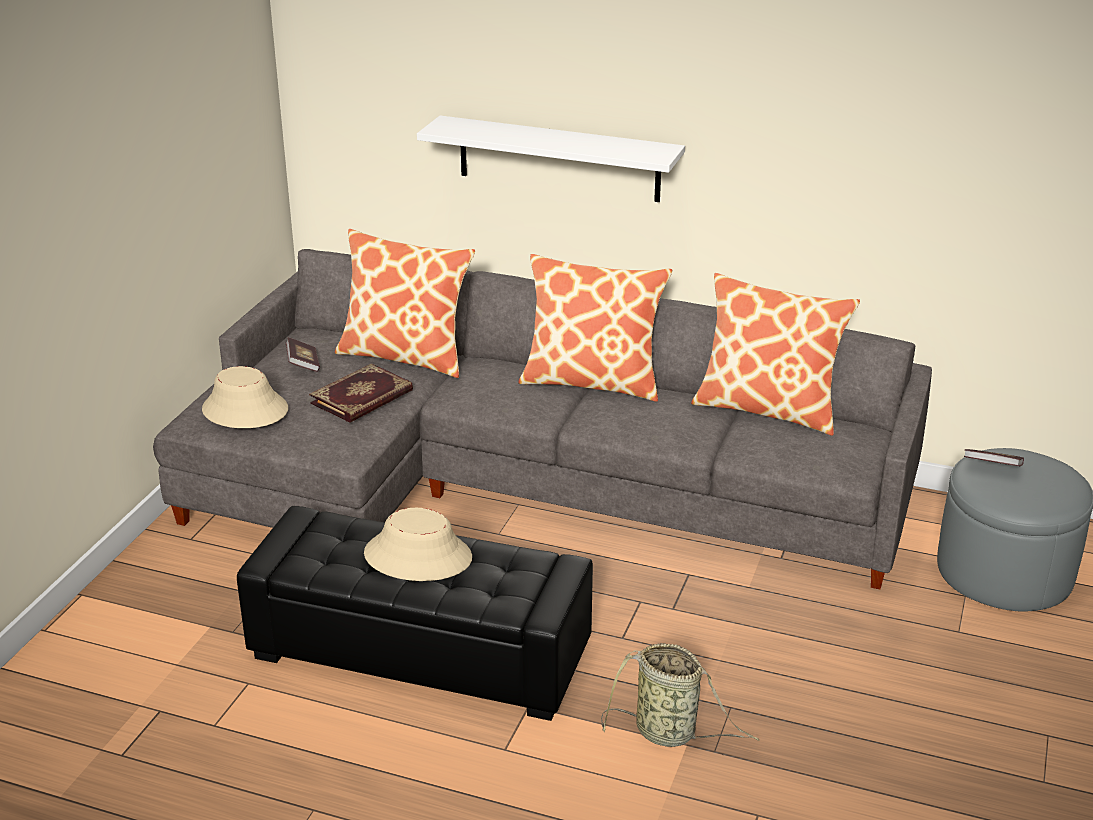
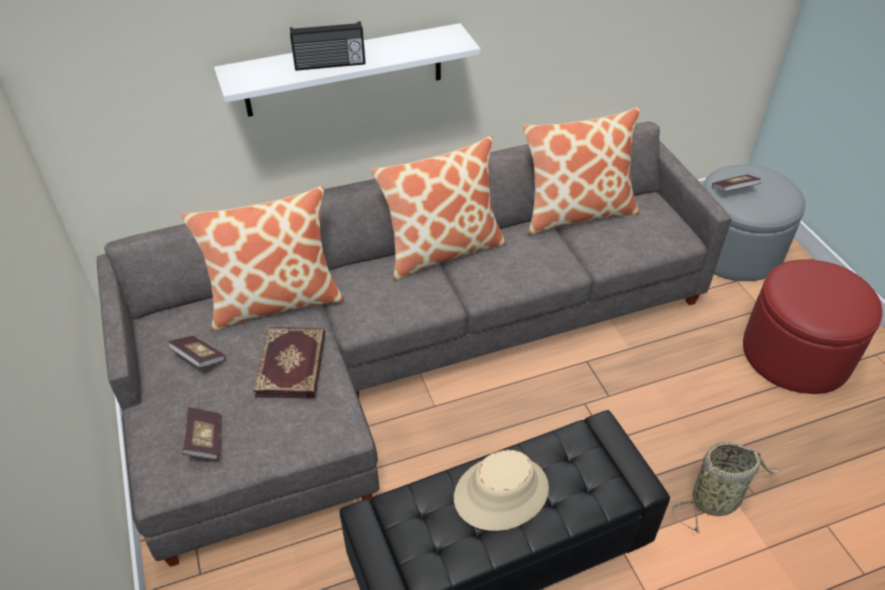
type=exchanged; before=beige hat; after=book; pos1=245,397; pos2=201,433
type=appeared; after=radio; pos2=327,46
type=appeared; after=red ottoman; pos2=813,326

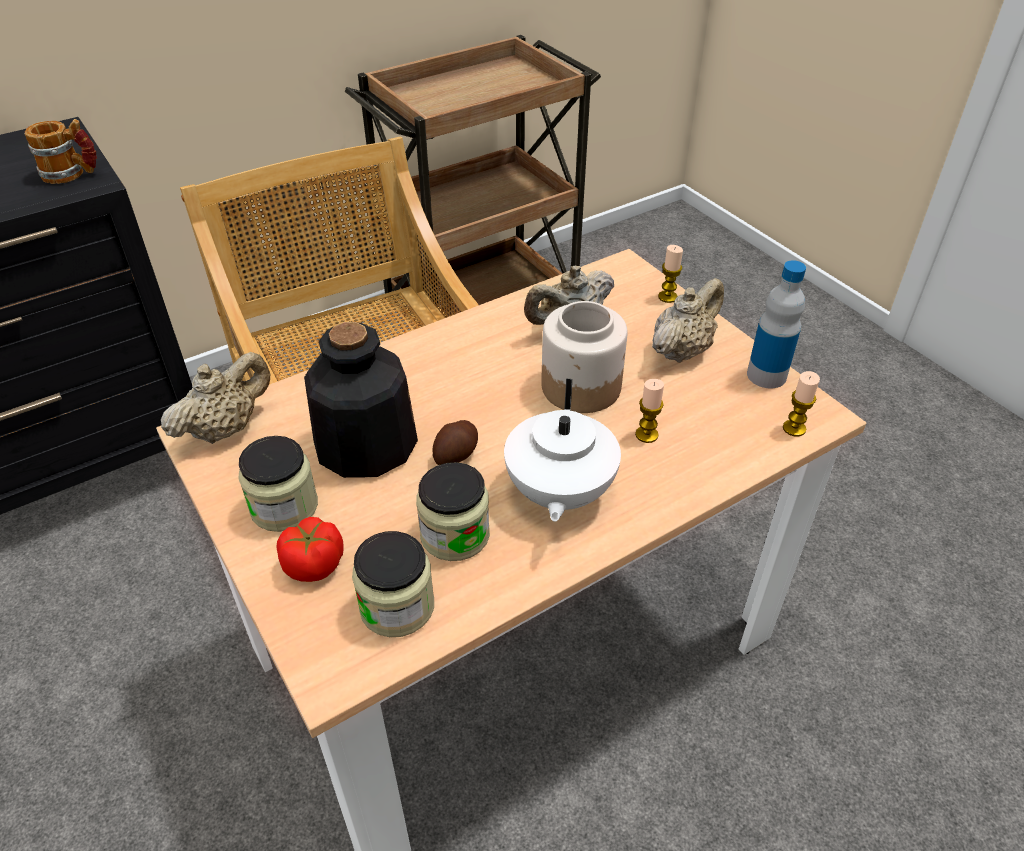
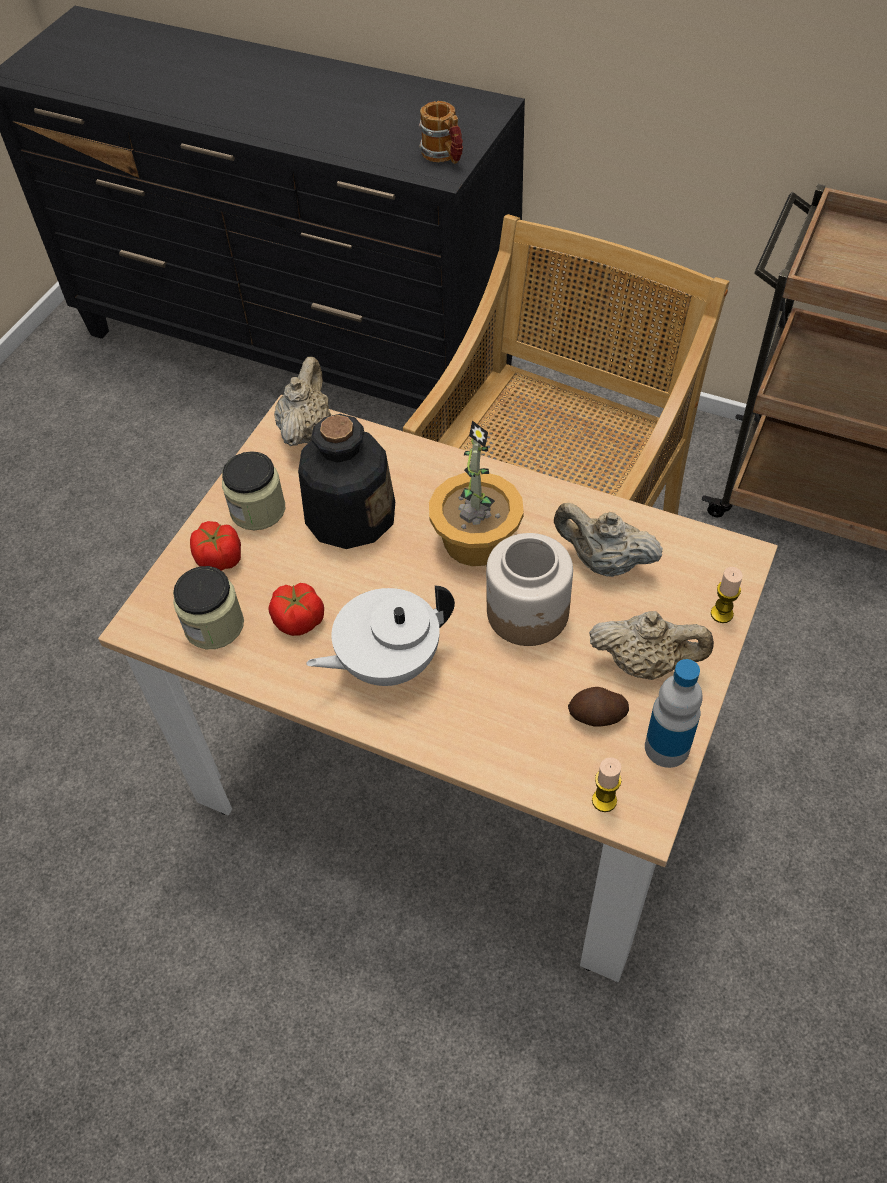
type=spun; before=beige teapot; pos1=215,398; pos2=302,401; turn=-90
type=missing; before=candle; pos1=649,411
type=relocated; before=potato; pos1=455,442; pos2=598,707
type=exchanged; before=jar; after=tomato; pos1=453,511; pos2=296,609
type=appeared; after=potted plant; pos2=476,493

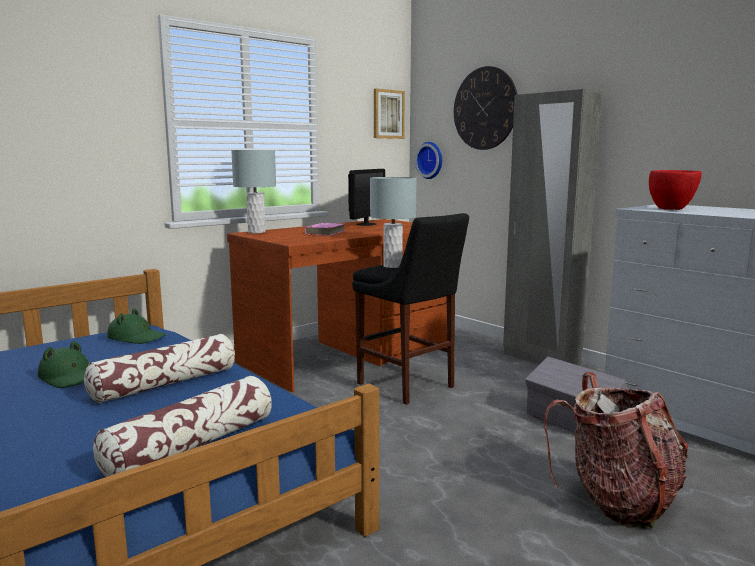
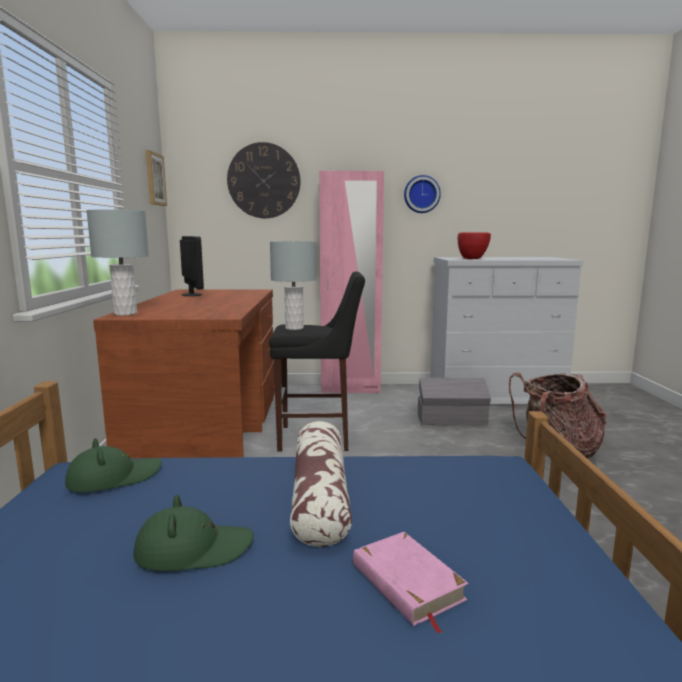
type=colour; before=grey wardrobe; after=pink wardrobe; pos1=552,227; pos2=351,282
type=relocated; before=wall clock; pos1=428,160; pos2=422,194
type=relocated; before=pink book; pos1=325,229; pos2=410,583
type=missing; before=pillow; pos1=182,426

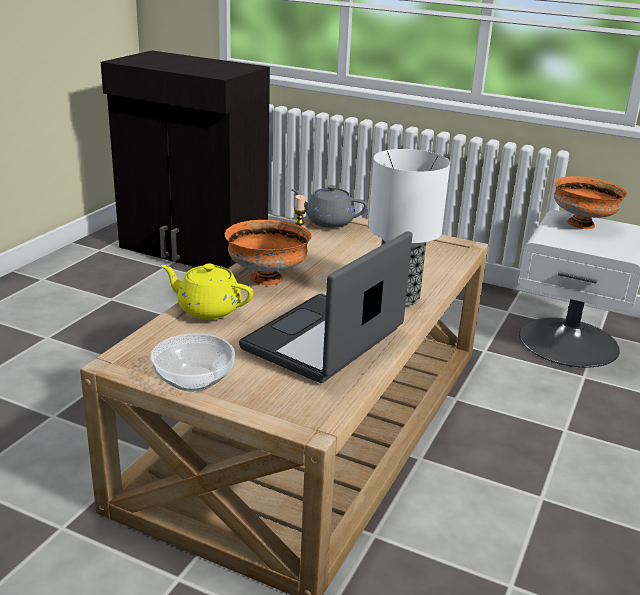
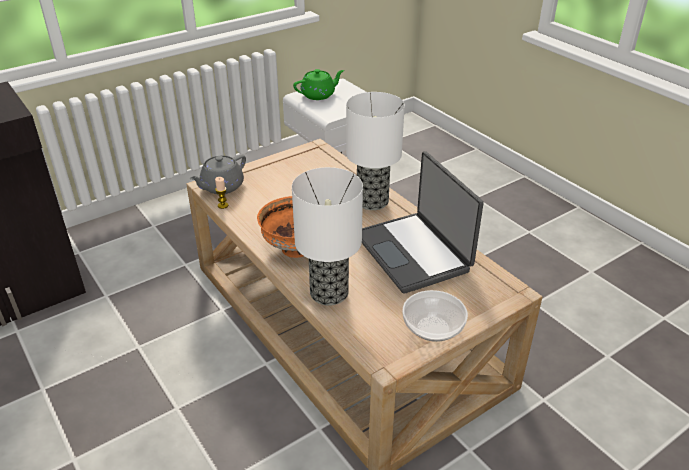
type=exchanged; before=orange bowl; after=green teapot; pos1=590,202; pos2=318,84
type=exchanged; before=yellow teapot; after=table lamp; pos1=207,292; pos2=327,236

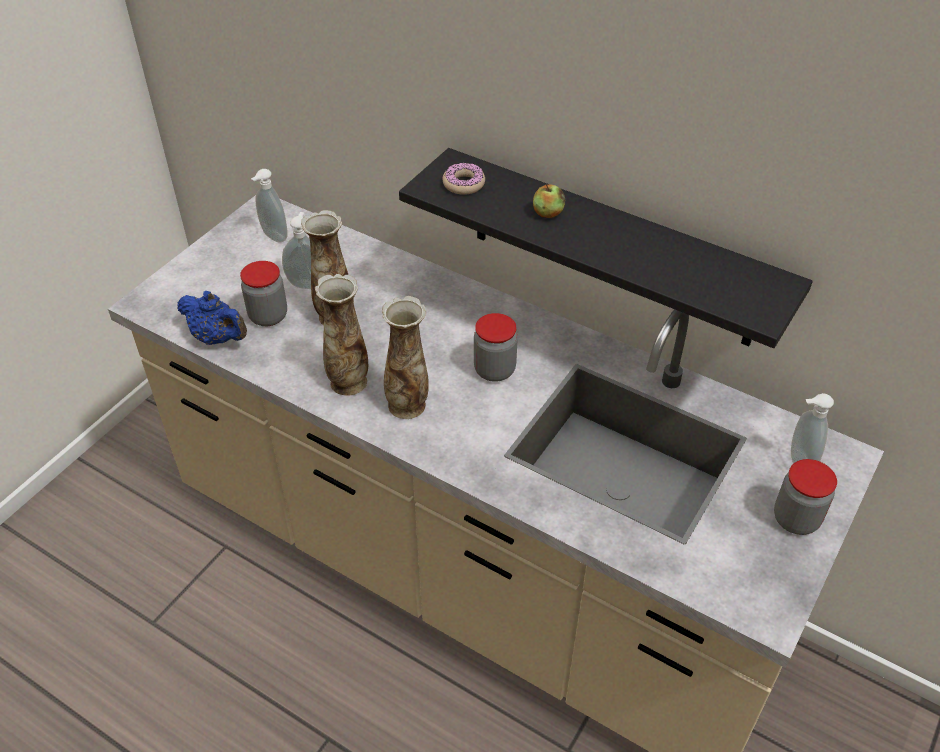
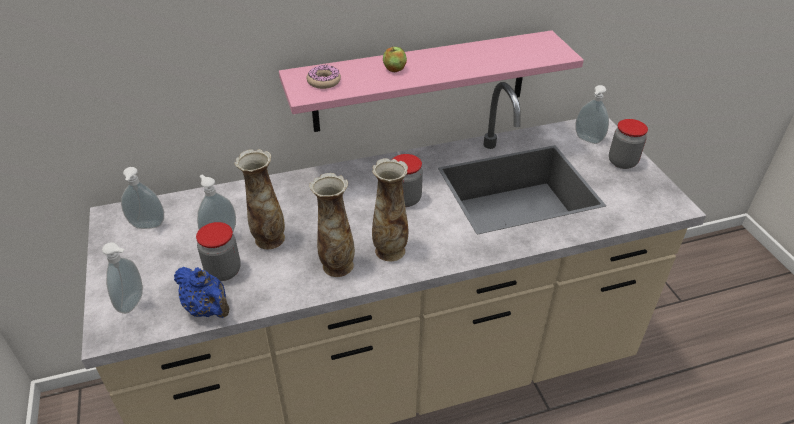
type=colour; before=black shelf; after=pink shelf; pos1=606,248; pos2=431,81
type=spun; before=blue teapot; pos1=212,318; pos2=202,292; turn=60
type=appeared; after=soap dispenser; pos2=122,278

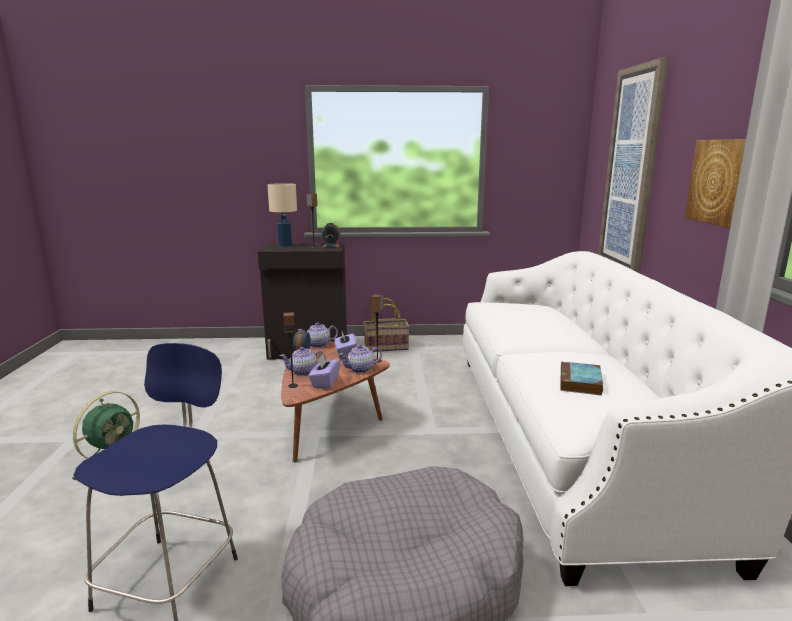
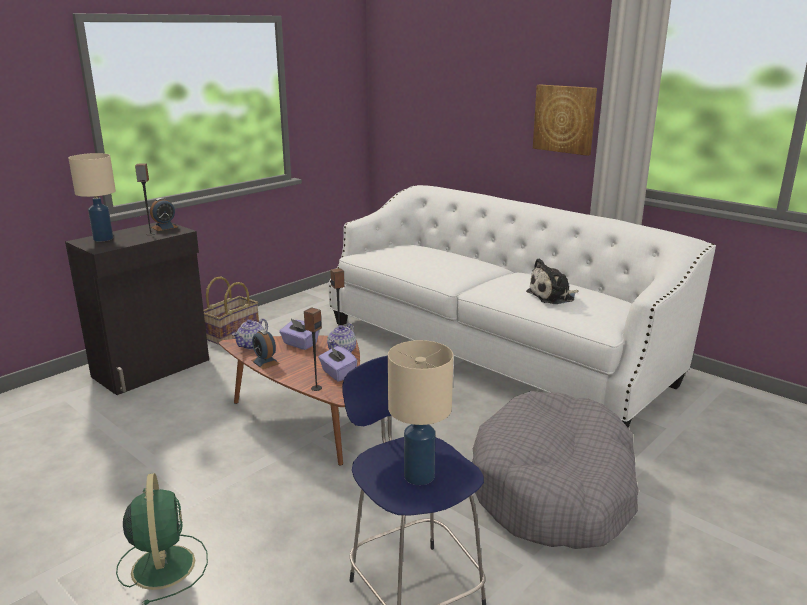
type=missing; before=picture; pos1=633,165
type=missing; before=teapot; pos1=303,361
type=exchanged; before=book; after=plush toy; pos1=581,378; pos2=552,281
type=appeared; after=beige table lamp; pos2=420,412

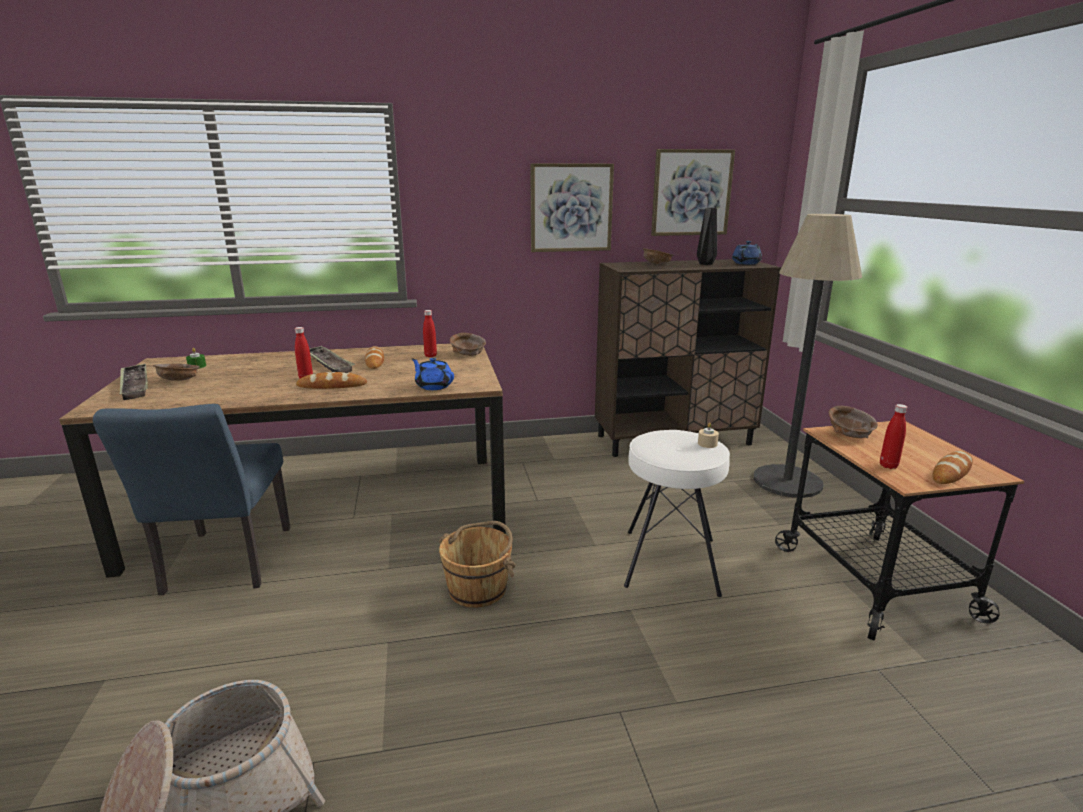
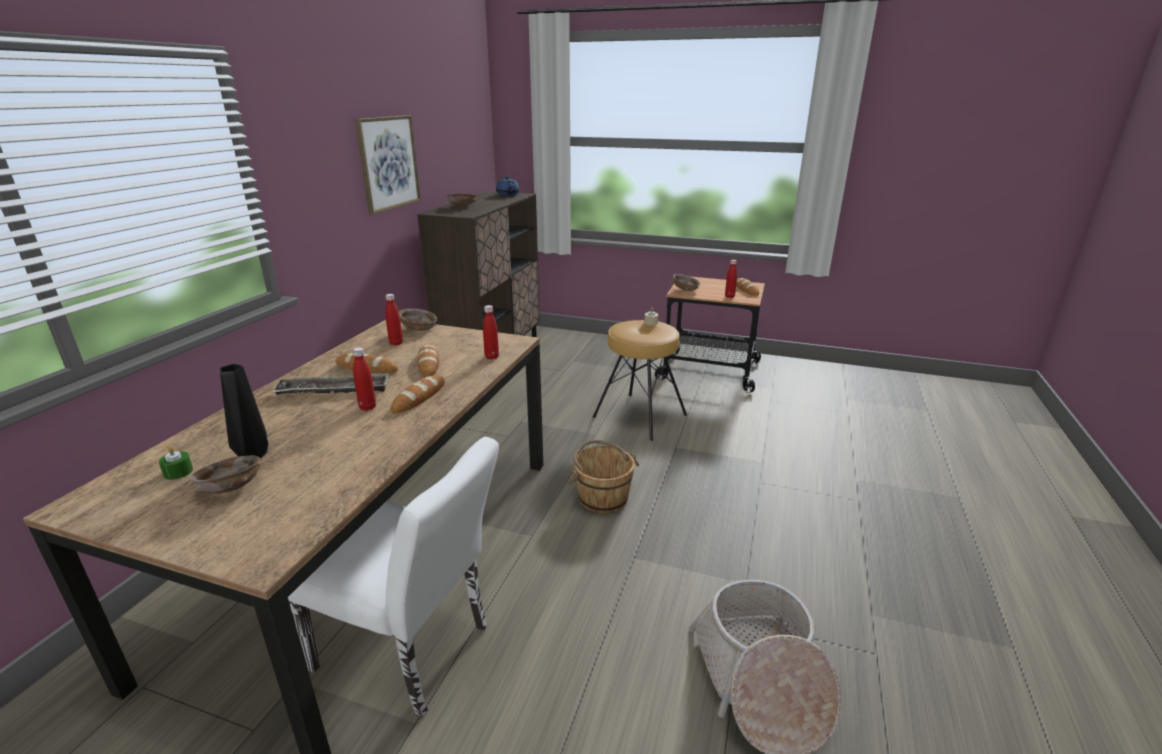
type=missing; before=picture; pos1=693,192
type=relocated; before=black vase; pos1=707,236; pos2=244,411
type=missing; before=floor lamp; pos1=807,356
type=exchanged; before=blue teapot; after=red bottle; pos1=433,374; pos2=491,332
type=missing; before=tray; pos1=133,382
type=colour; before=blue chair; after=white chair; pos1=191,499; pos2=393,577
type=colour; before=white stool; after=brown stool; pos1=677,513; pos2=640,380
type=appeared; after=bread; pos2=428,360

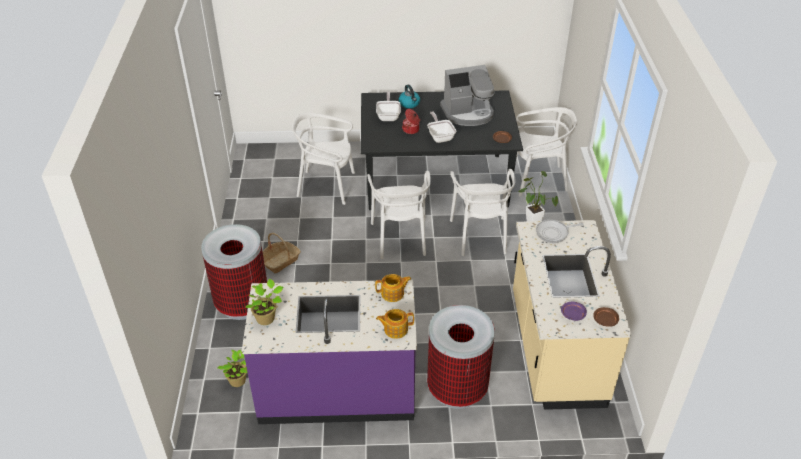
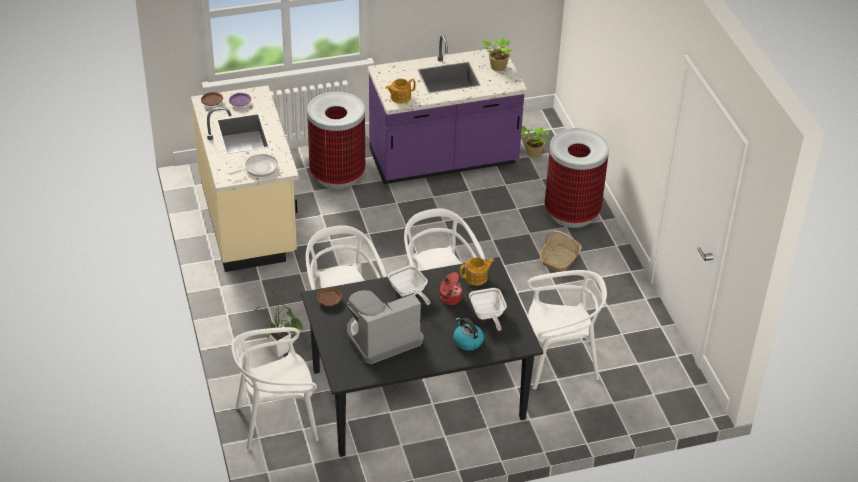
type=relocated; before=teapot; pos1=395,324; pos2=477,271

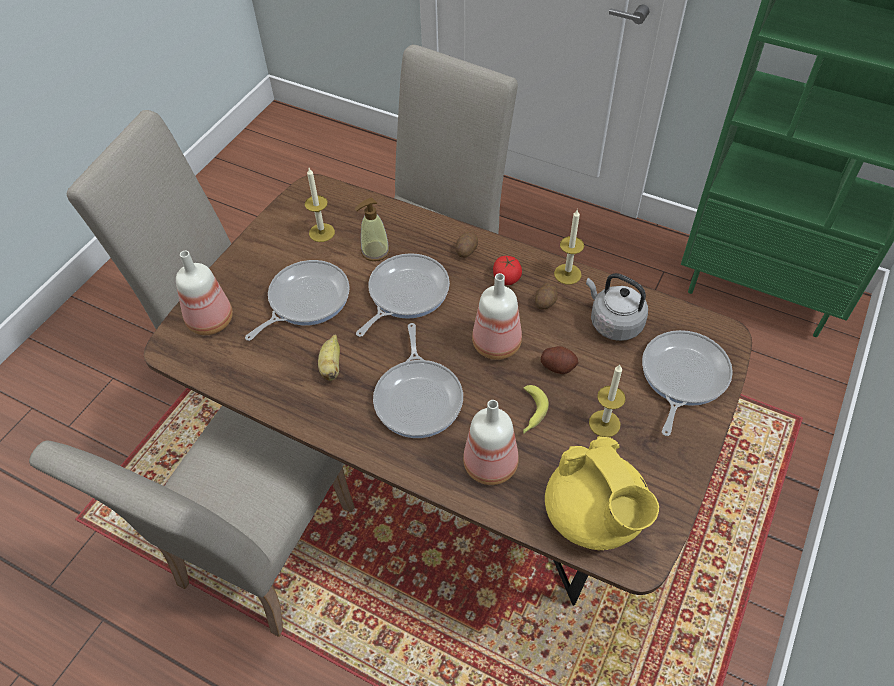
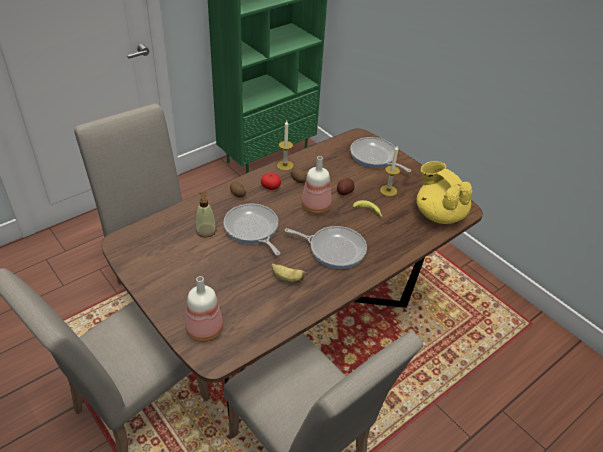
type=missing; before=candle; pos1=320,205
type=missing; before=frying pan; pos1=297,300
type=missing; before=grey kettle; pos1=617,307
type=missing; before=bottle; pos1=491,442
type=spun; before=yellow teapot; pos1=602,493; pos2=444,192; turn=-120

